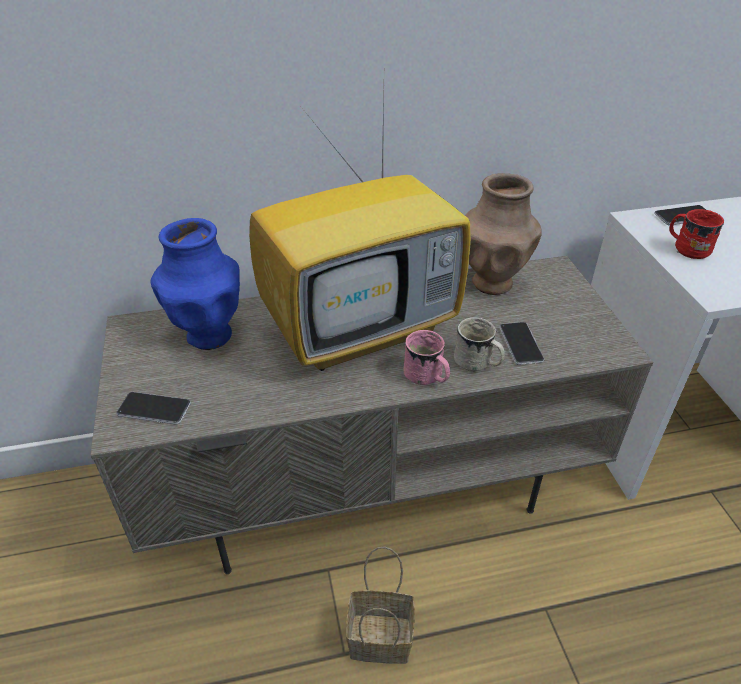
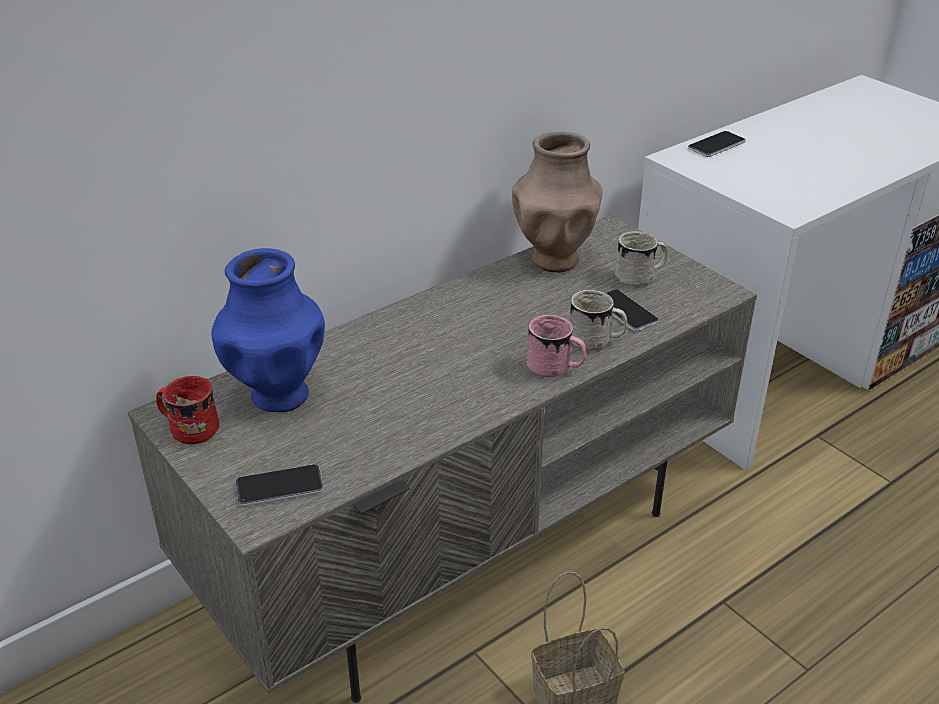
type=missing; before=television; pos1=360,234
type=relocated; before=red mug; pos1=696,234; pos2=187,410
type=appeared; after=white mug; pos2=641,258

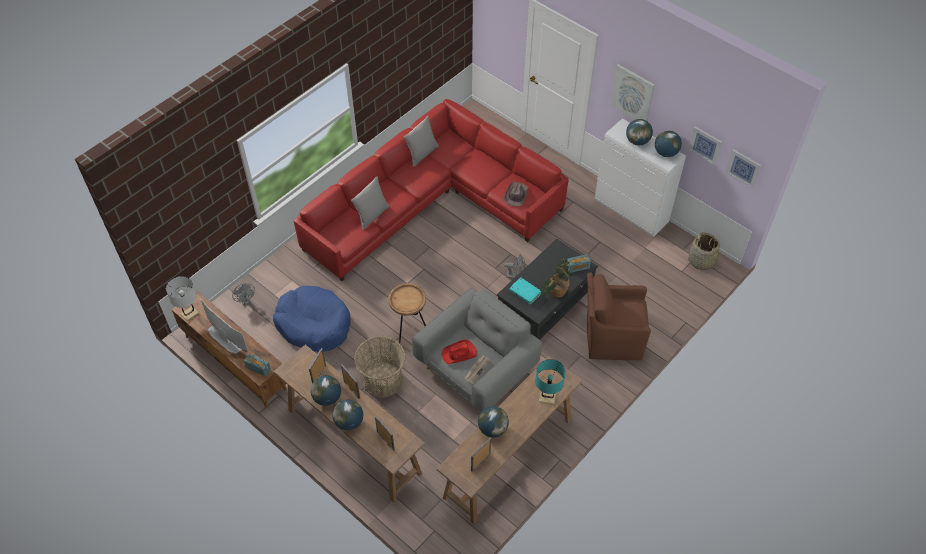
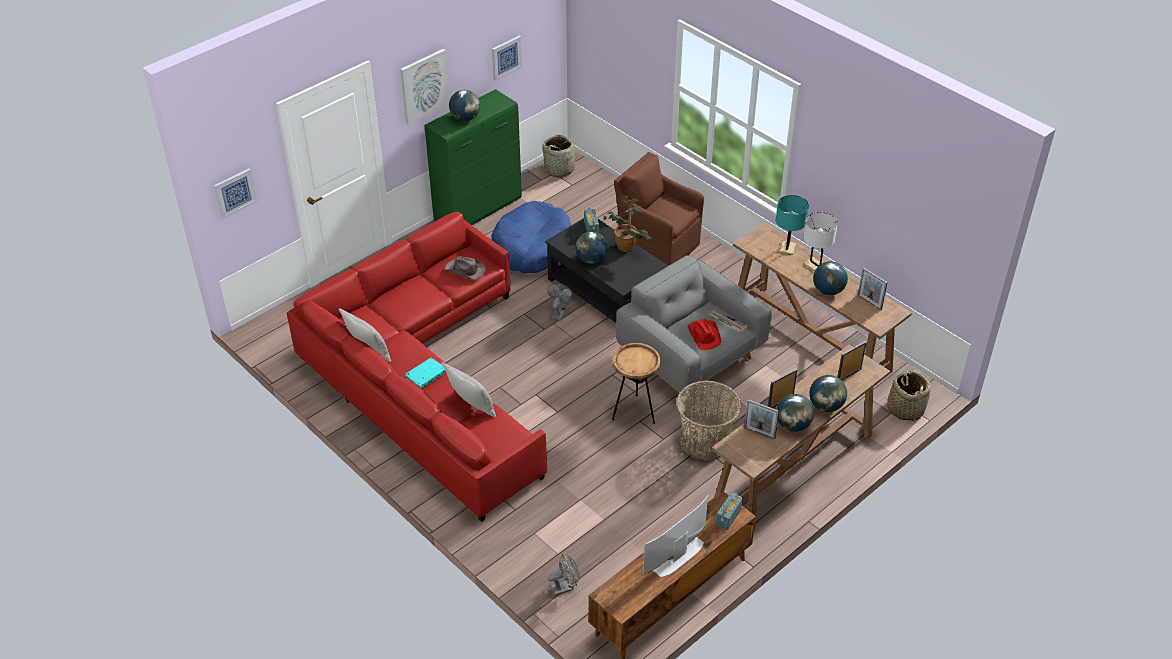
type=colour; before=white cabinet; after=green cabinet; pos1=640,177; pos2=473,157
type=relocated; before=globe; pos1=668,144; pos2=591,248
type=relocated; before=picture; pos1=743,169; pos2=235,193
type=spun; before=brown armchair; pos1=619,316; pos2=659,209; turn=120
type=relocated; before=white table lamp; pos1=182,299; pos2=820,242
type=relocated; before=turquoise book; pos1=525,290; pos2=425,373
type=relocated; before=blue dog bed; pos1=311,319; pos2=531,237
type=appeared; after=basket; pos2=908,396

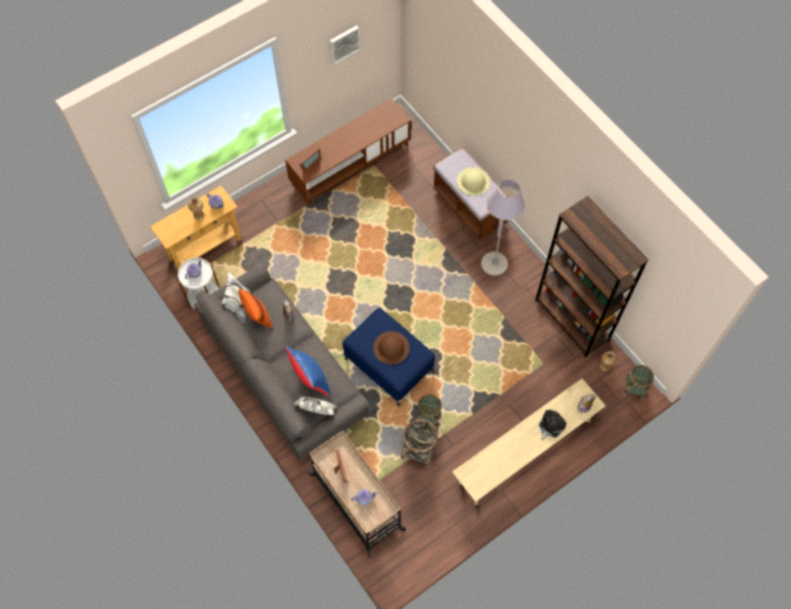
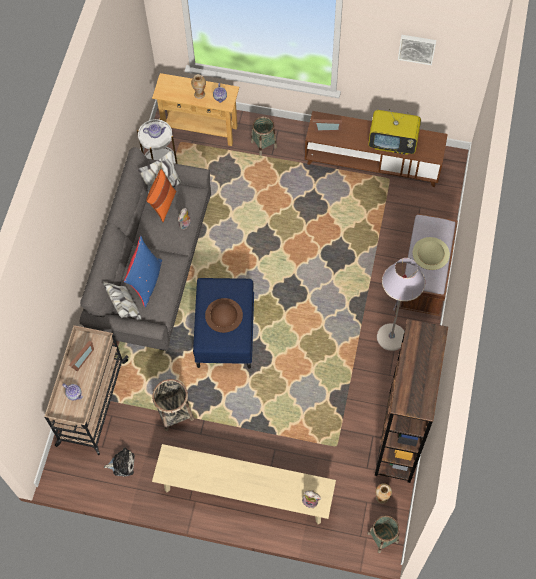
type=relocated; before=basket; pos1=429,411; pos2=264,136
type=relocated; before=plush toy; pos1=552,425; pos2=119,462
type=appeared; after=television; pos2=394,132

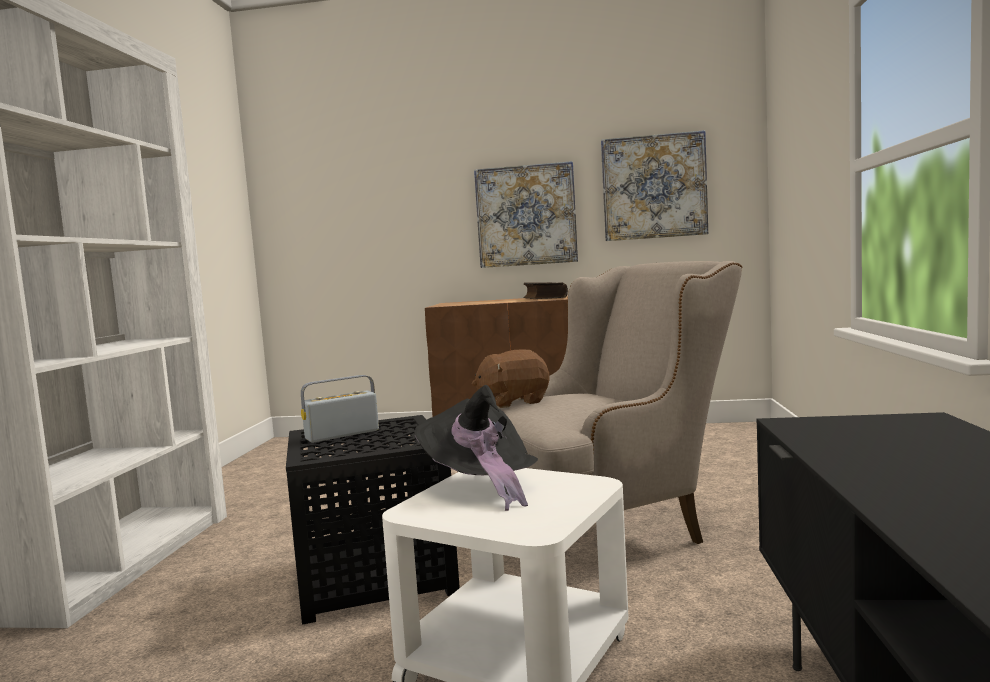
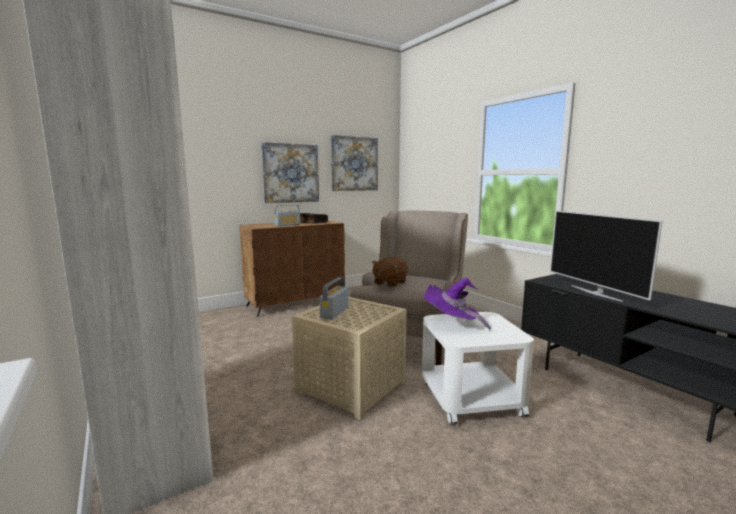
type=colour; before=black hat; after=purple hat; pos1=476,448; pos2=457,304
type=colour; before=black side table; after=beige side table; pos1=373,520; pos2=349,358
type=appeared; after=radio; pos2=287,215
type=appeared; after=television; pos2=606,256

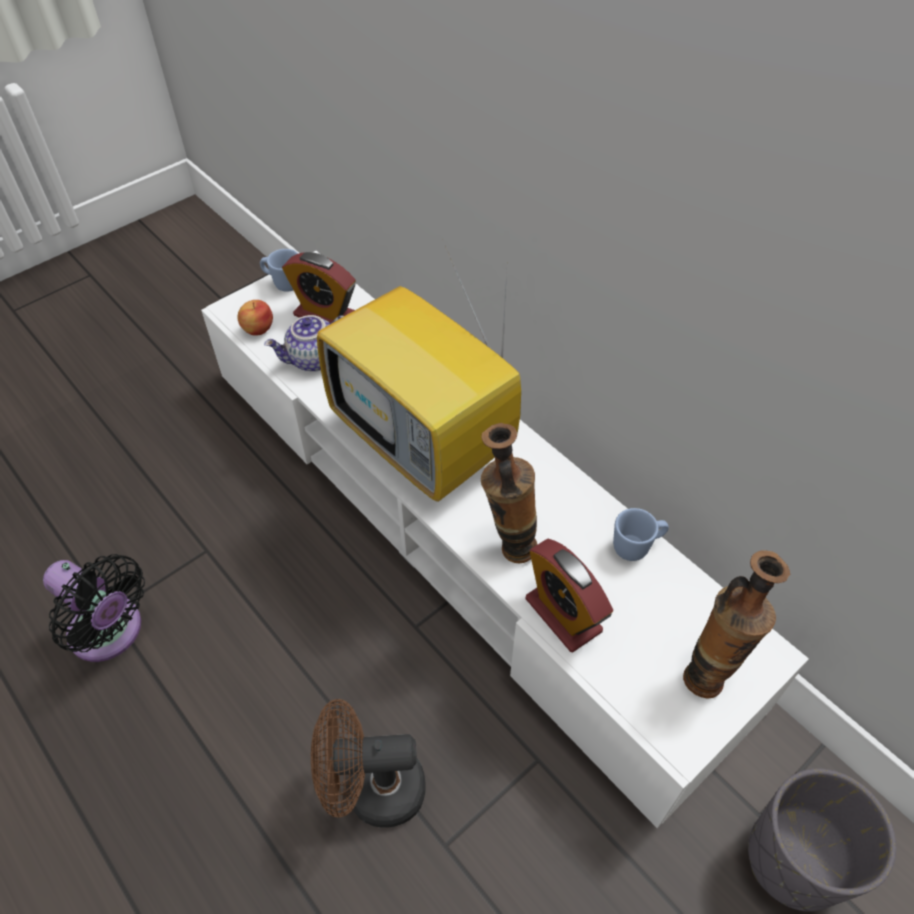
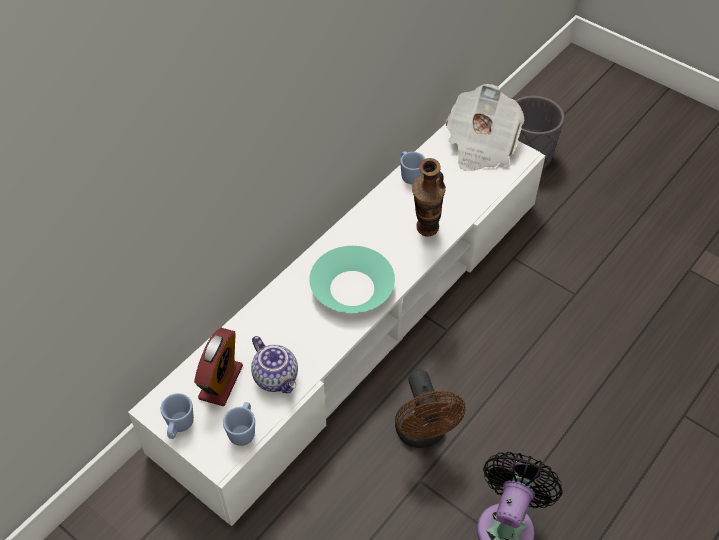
type=exchanged; before=television; after=turquoise bowl; pos1=419,374; pos2=352,279
type=exchanged; before=apple; after=blue mug; pos1=255,318; pos2=239,424
type=missing; before=alarm clock; pos1=569,595
type=exchanged; before=vase; after=newspaper; pos1=736,625; pos2=485,127
type=relocated; before=brown fan; pos1=368,763; pos2=430,409

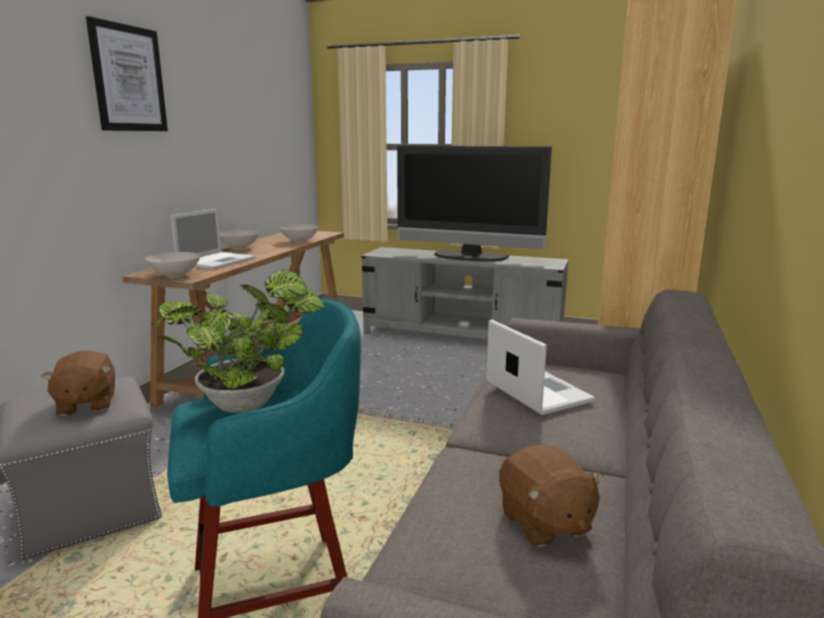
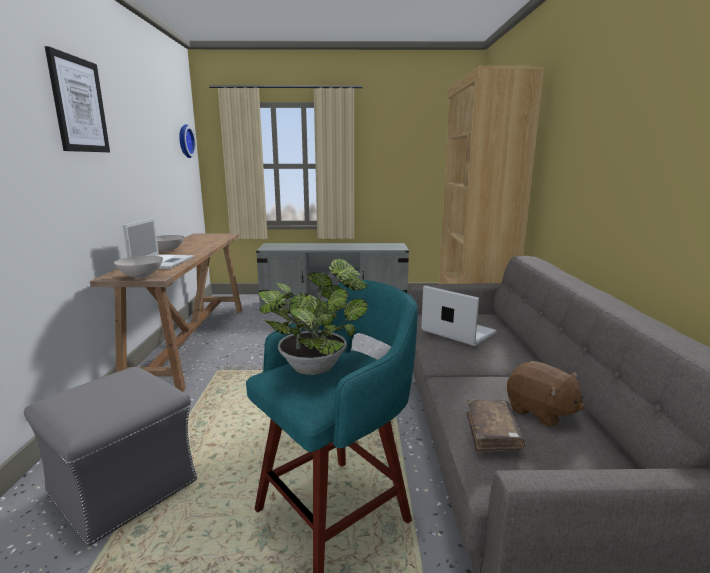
type=missing; before=television; pos1=474,203
type=missing; before=white bowl; pos1=298,233
type=missing; before=brown plush toy; pos1=78,383
type=appeared; after=wall clock; pos2=187,141
type=appeared; after=brown book; pos2=495,426

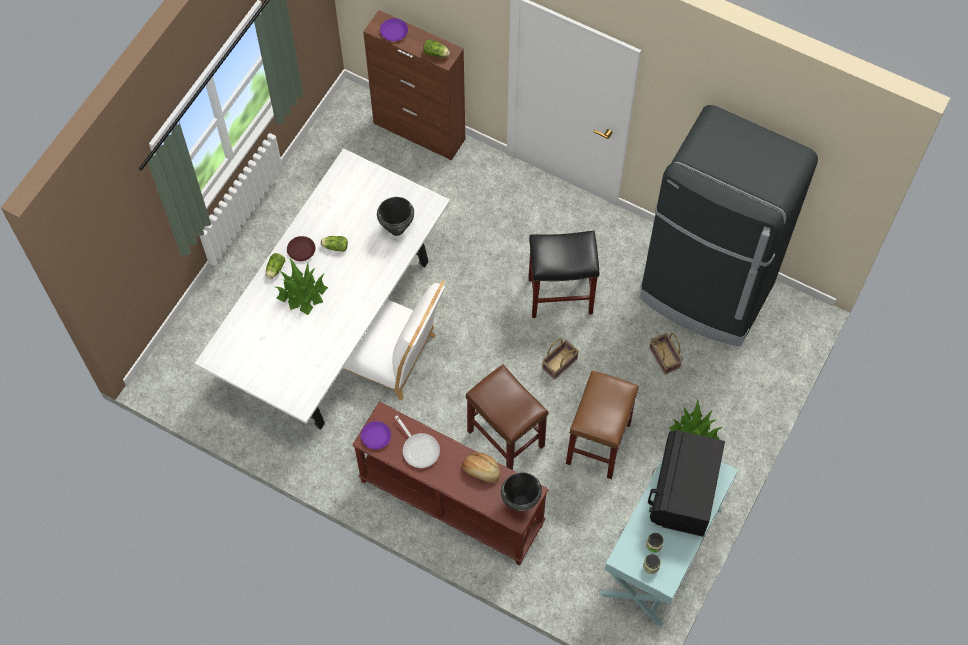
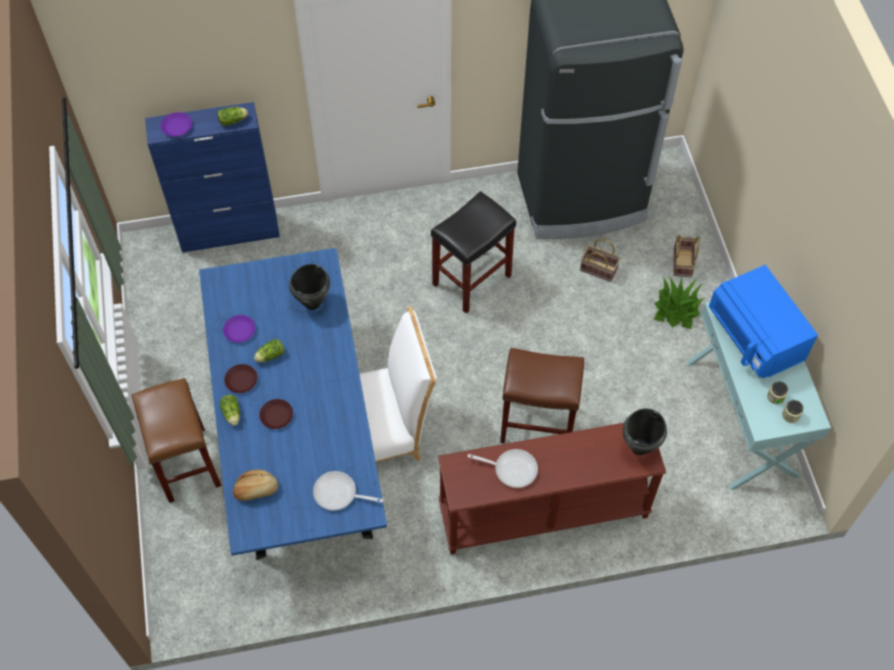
type=colour; before=brown cabinet; after=blue cabinet; pos1=414,85; pos2=212,177
type=colour; before=white dining table; after=blue dining table; pos1=322,289; pos2=293,404
type=exchanged; before=potted plant; after=brown plate; pos1=302,286; pos2=276,414
type=relocated; before=basket; pos1=560,359; pos2=686,256
type=relocated; before=brown stool; pos1=602,425; pos2=176,440
type=relocated; before=purple plate; pos1=376,435; pos2=239,329
type=colour; before=black microwave; after=blue microwave; pos1=686,483; pos2=763,321
type=relocated; before=bread; pos1=481,468; pos2=255,485
type=appeared; after=frying pan; pos2=348,490

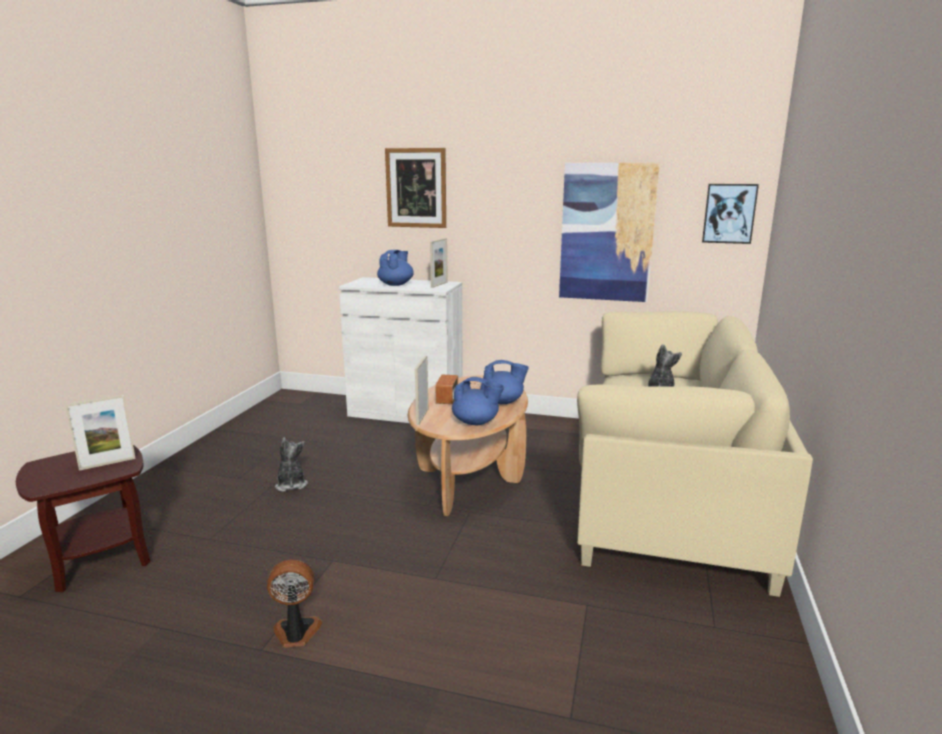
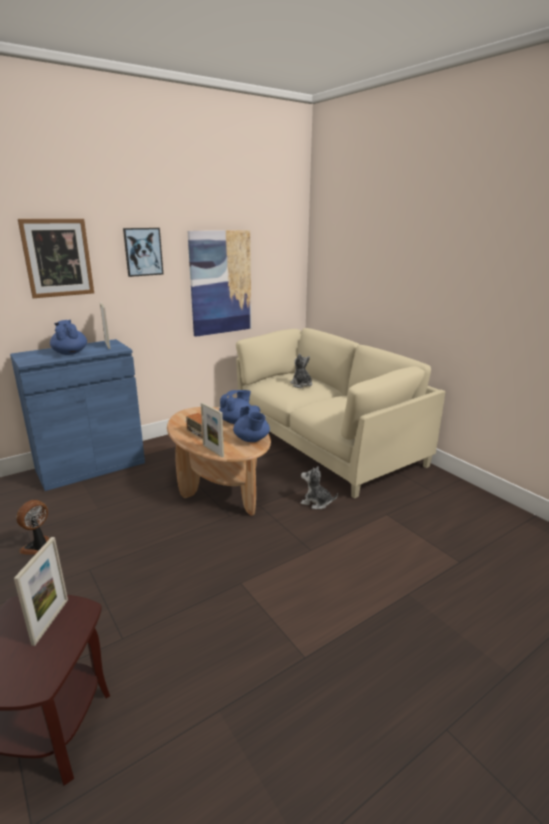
type=relocated; before=picture; pos1=730,214; pos2=143,252
type=colour; before=white cabinet; after=blue cabinet; pos1=401,350; pos2=77,415
type=spun; before=blue teapot; pos1=478,401; pos2=251,423; turn=105
type=relocated; before=plush toy; pos1=291,465; pos2=319,487
type=relocated; before=fan; pos1=294,603; pos2=33,527

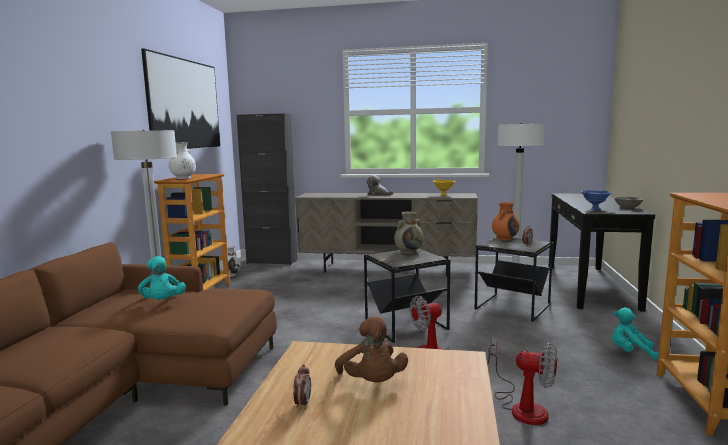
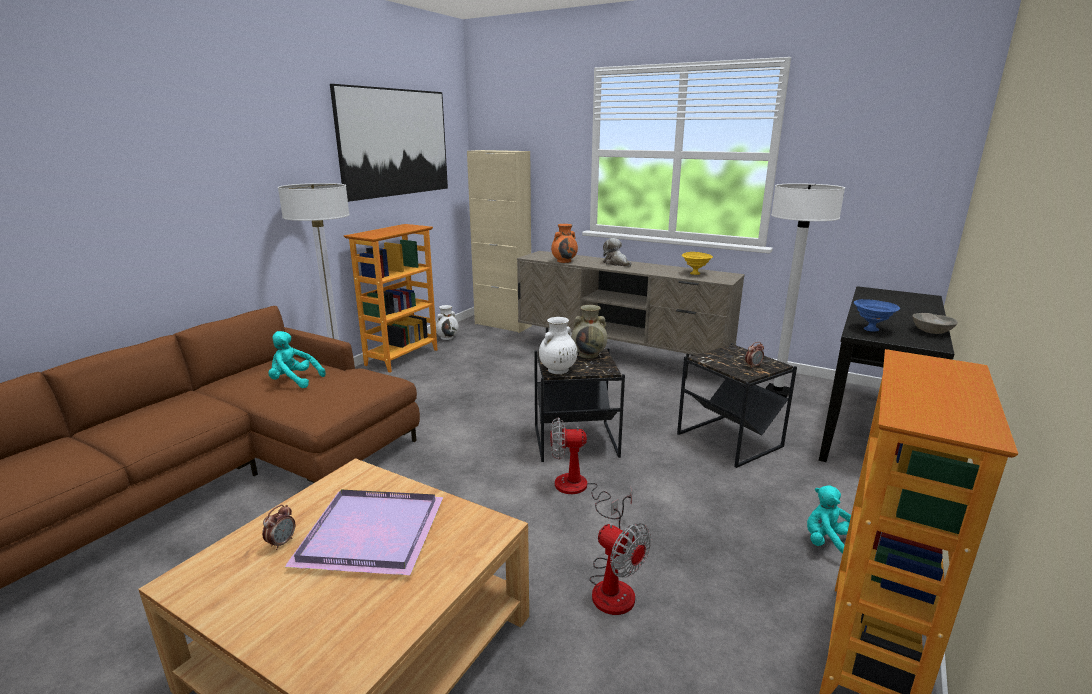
type=colour; before=black cabinet; after=beige cabinet; pos1=267,189; pos2=499,241
type=relocated; before=white vase; pos1=182,161; pos2=558,345
type=relocated; before=orange vase; pos1=505,221; pos2=564,243
type=spun; before=turquoise plush toy; pos1=162,278; pos2=296,359; turn=105
type=exchanged; before=brown plush toy; after=purple tray; pos1=371,349; pos2=364,532

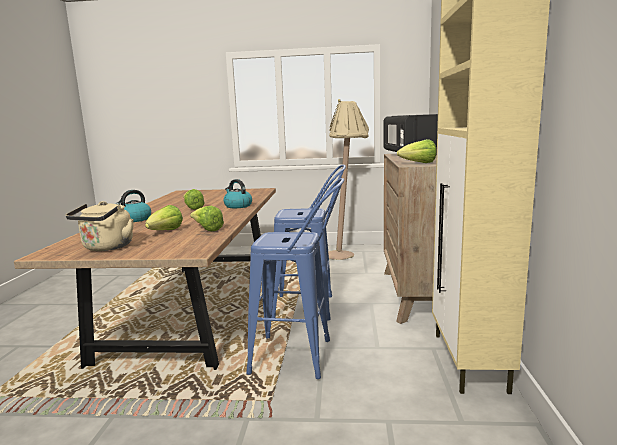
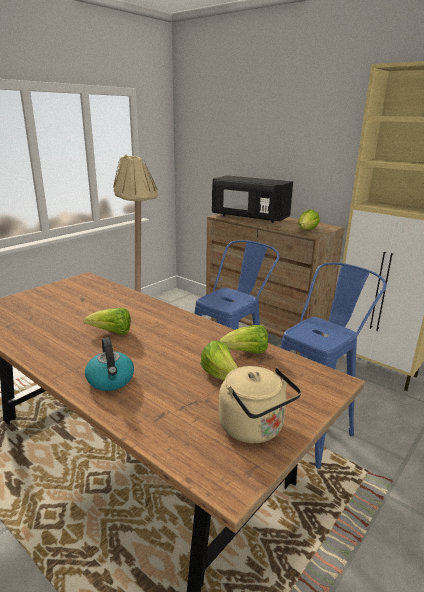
type=missing; before=kettle; pos1=238,193

